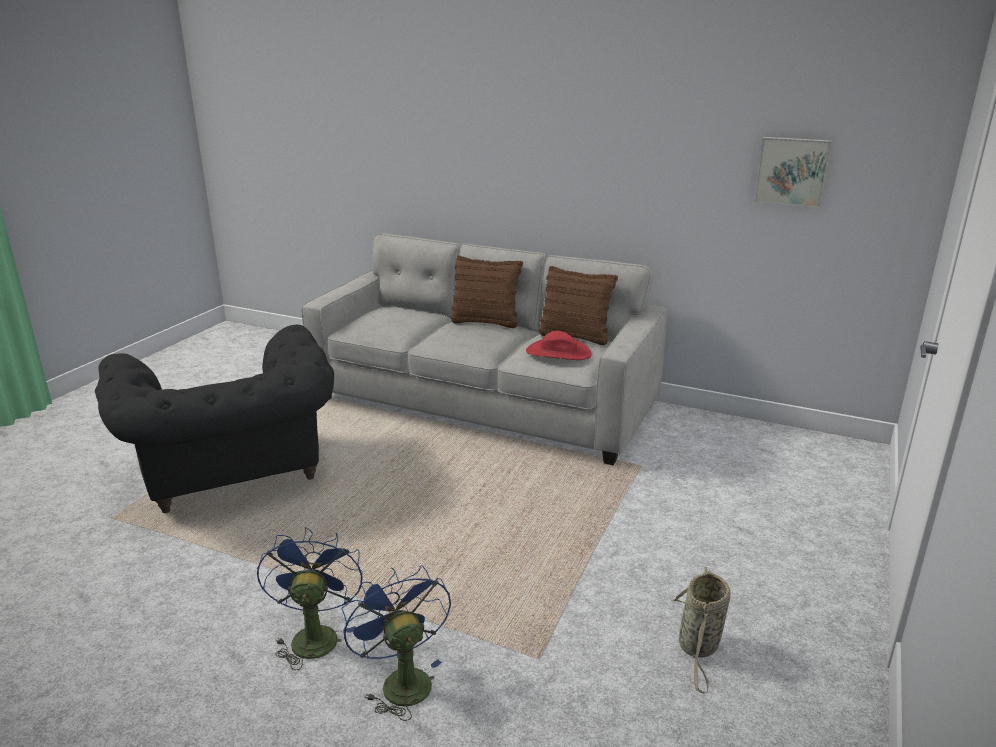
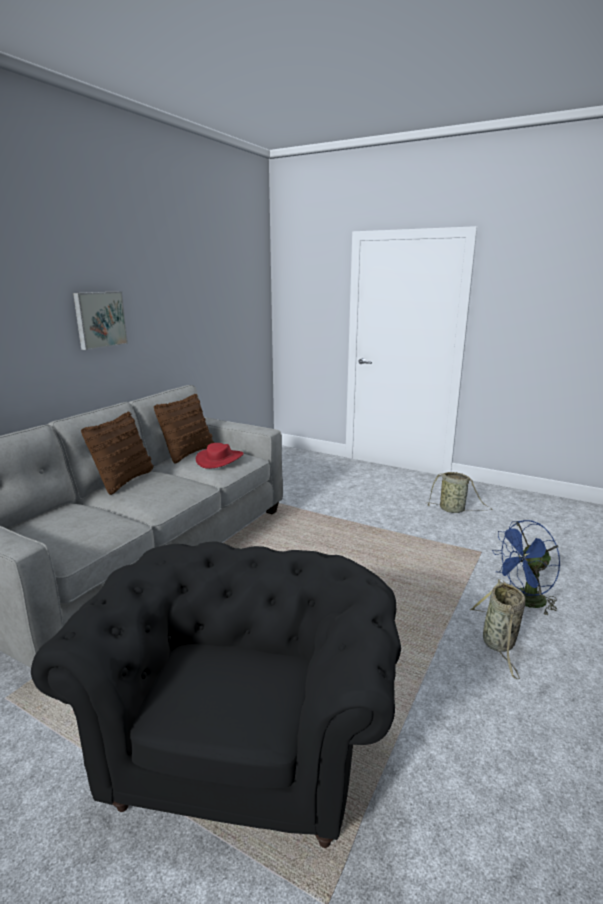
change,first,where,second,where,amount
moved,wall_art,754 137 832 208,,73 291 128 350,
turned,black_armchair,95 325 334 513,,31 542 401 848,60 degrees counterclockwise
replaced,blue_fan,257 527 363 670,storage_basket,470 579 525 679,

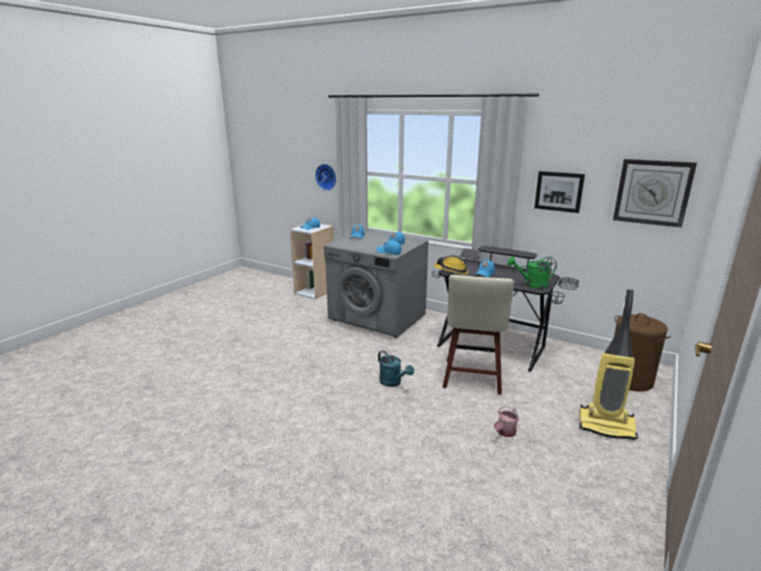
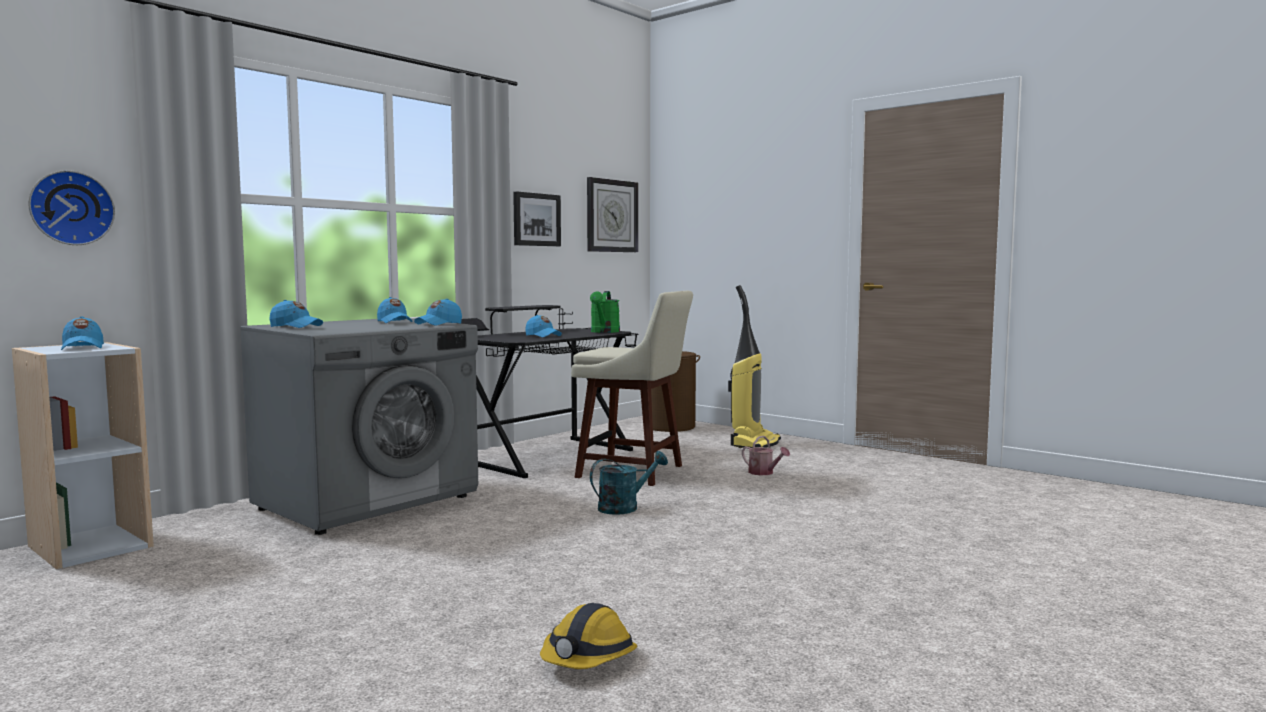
change,first,where,second,where,amount
moved,work_helmet,434 255 468 275,,540 603 637 669,

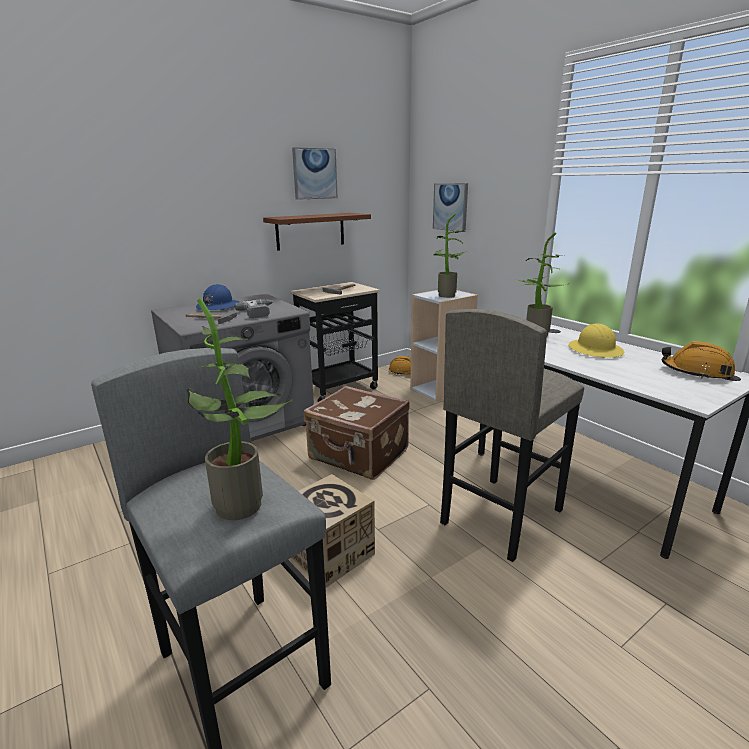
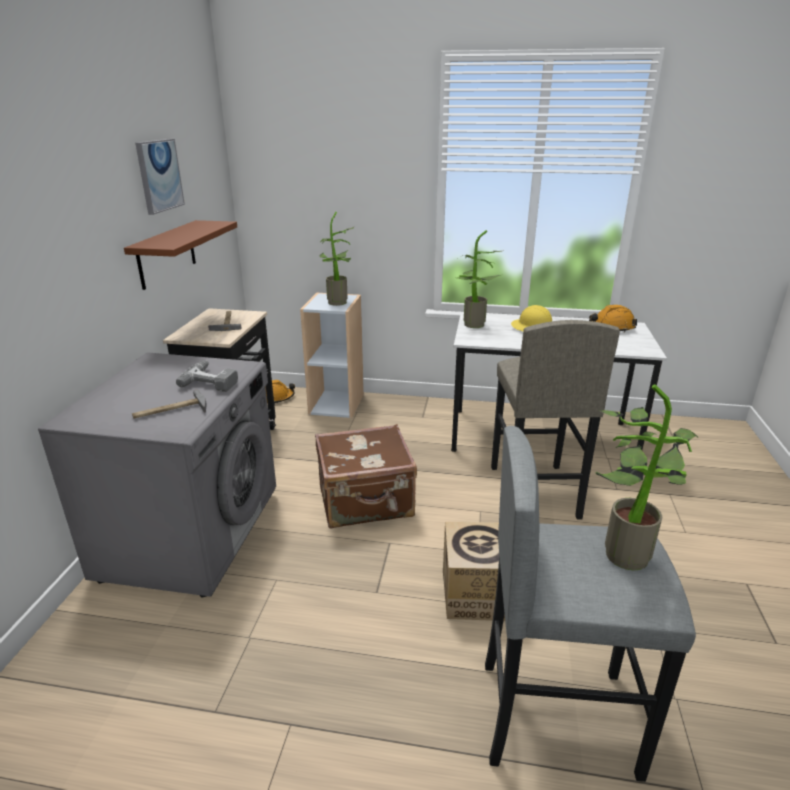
change,first,where,second,where,amount
removed,wall_art,433 183 468 232,,,
removed,blue_work_helmet,196 284 239 310,,,

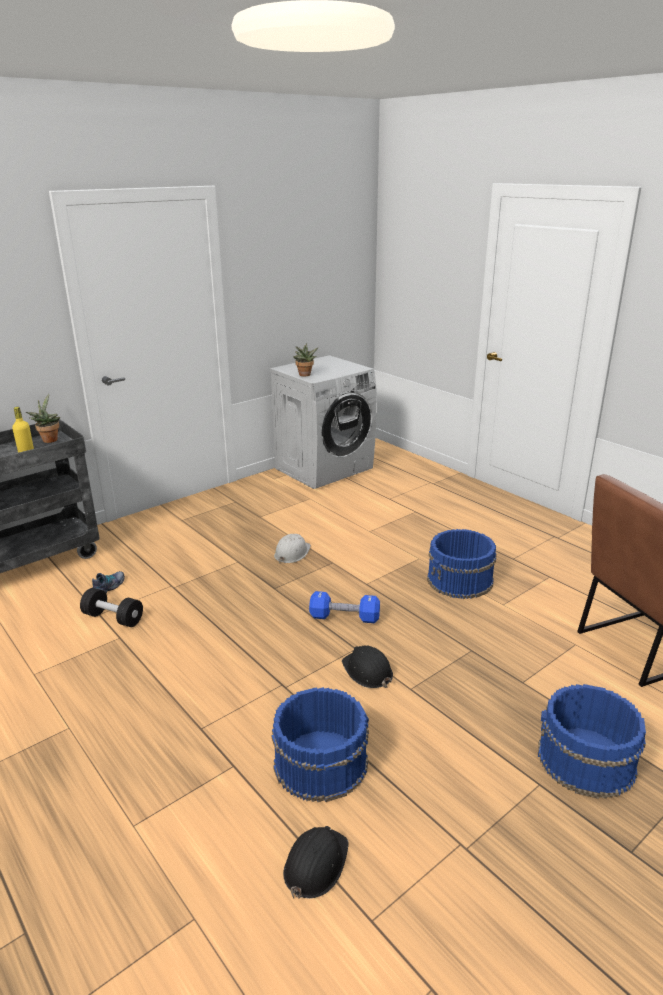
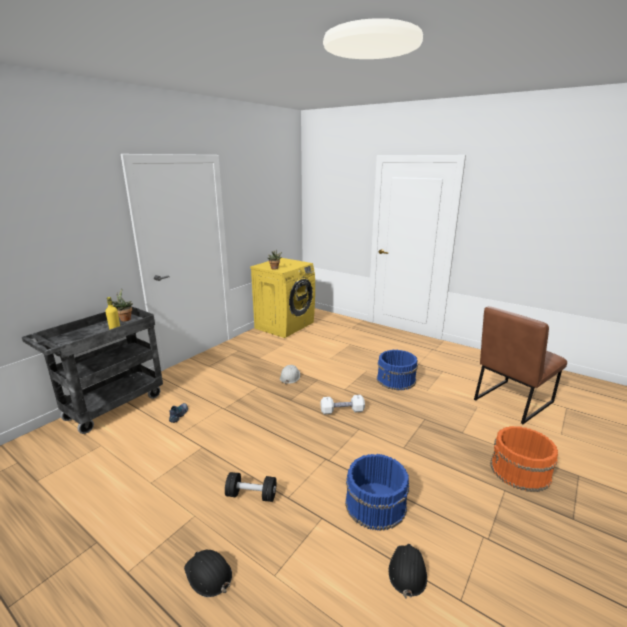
change,first,where,second,where,amount
recoloured,whitish_laundry_machine,270 355 377 489,yellow_laundry_machine,250 258 315 338,
moved,black_dumbbell,80 588 143 627,,225 472 277 502,
recoloured,blue_dumbbell,309 591 380 623,whitish_dumbbell,321 395 365 415,
moved,black_work_helmet,342 646 393 688,,184 549 232 597,
recoloured,blue_water_bucket,538 684 646 799,orangey_water_bucket,490 426 558 492,

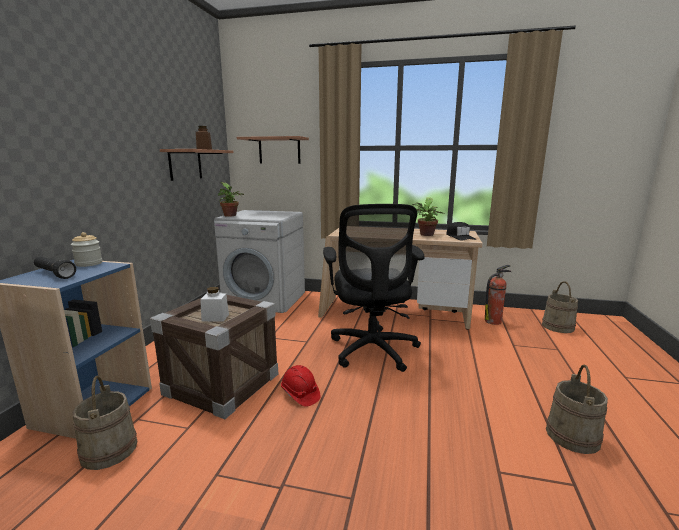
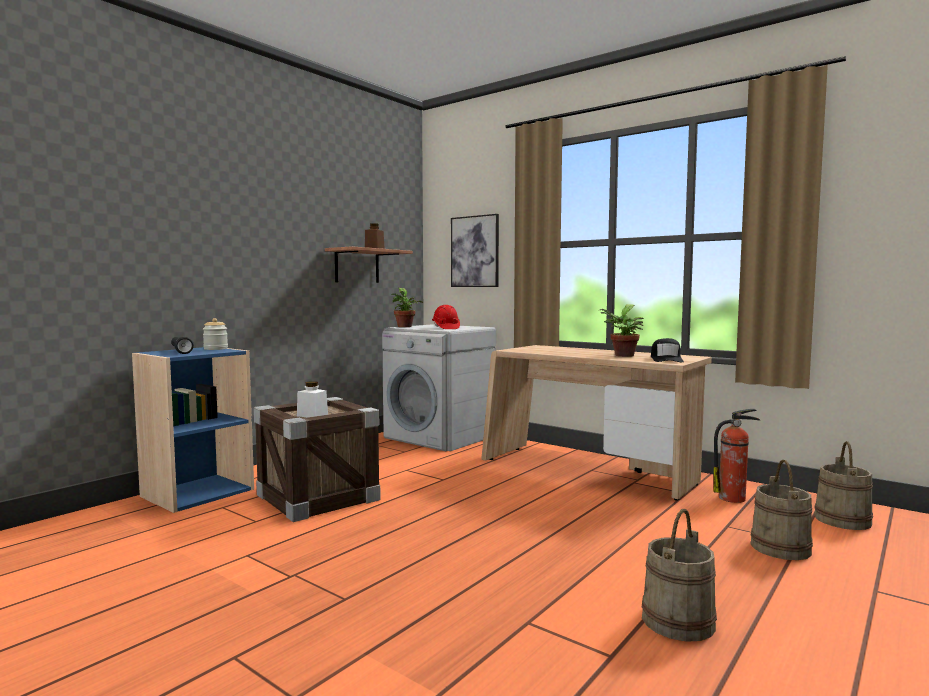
change,first,where,second,where,amount
replaced,bracket_shelf,237 136 309 164,wall_art,451 214 499 287,
removed,black_computer_chair,323 204 424 372,,,
moved,red-coloured_work_helmet,281 365 321 407,,432 305 460 329,
moved,beige_water_bucket,73 376 137 470,,750 460 813 560,

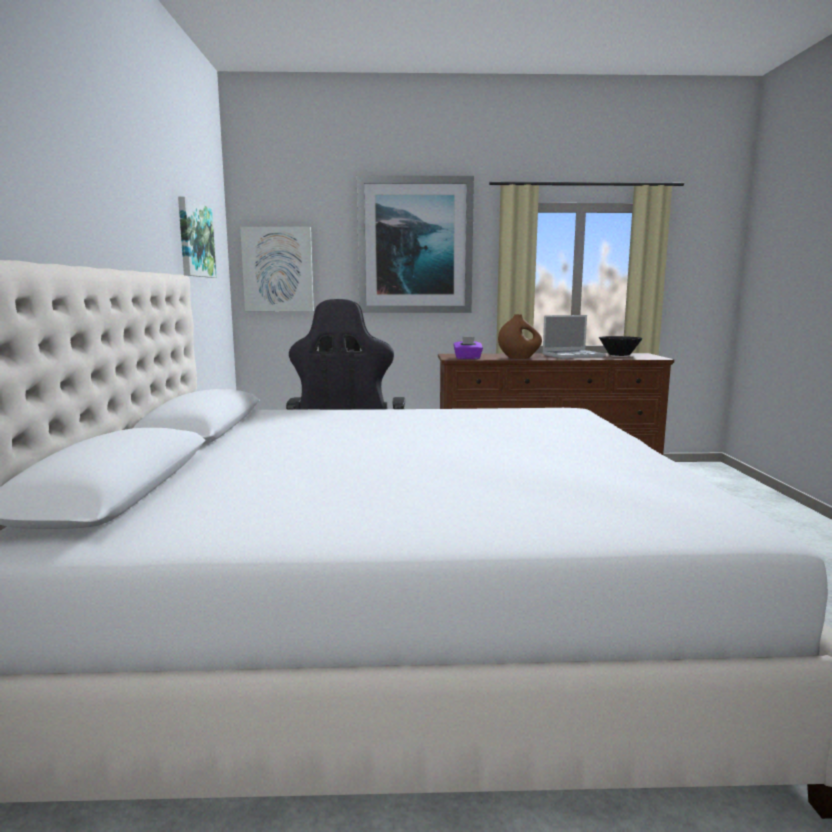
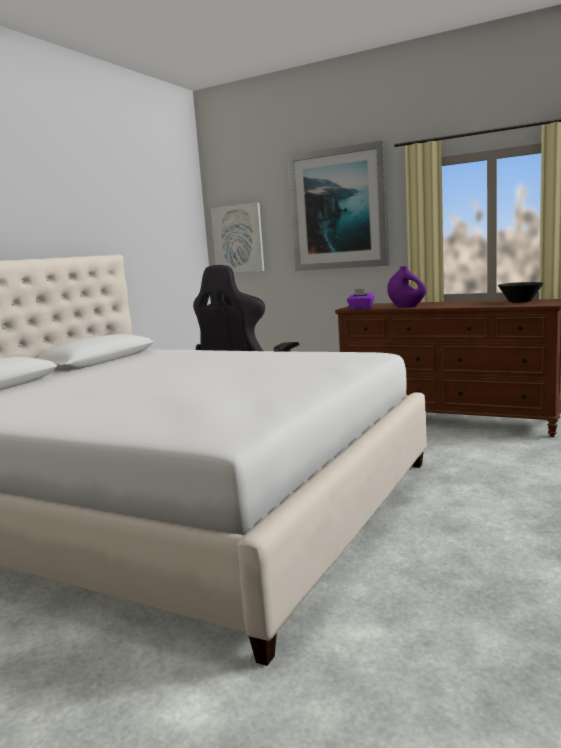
change,first,where,second,where,amount
removed,wall_art,178 197 217 278,,,
recoloured,brownish_decorative_vase,498 314 542 359,purplish_decorative_vase,387 266 426 308,
removed,laptop,542 315 605 359,,,

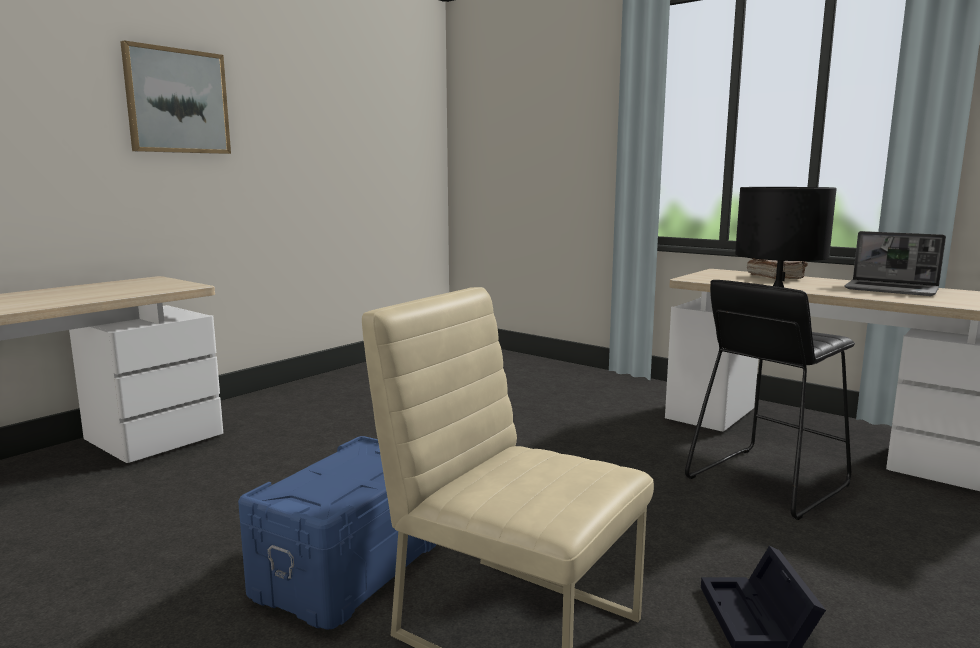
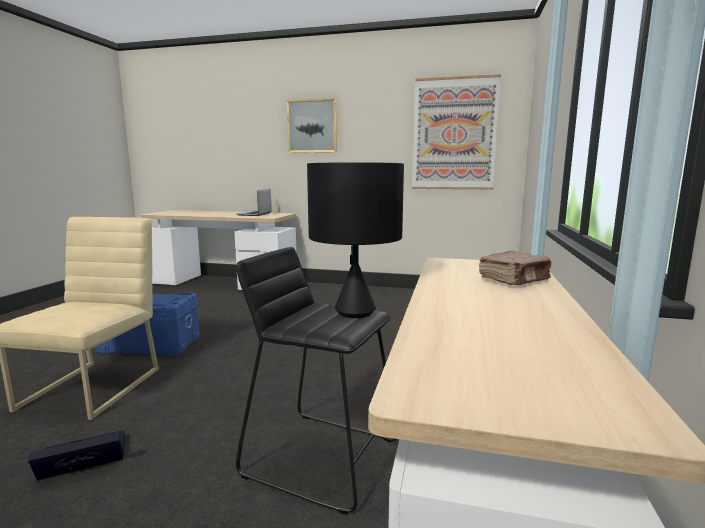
change,first,where,second,where,amount
moved,laptop,844 231 946 296,,237 189 272 216,
added,,,wall_art,412 74 501 190,

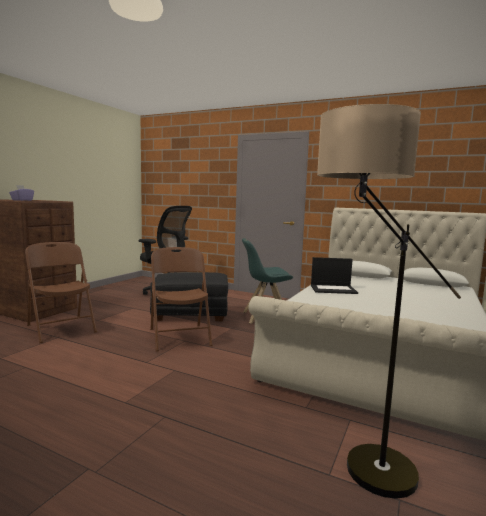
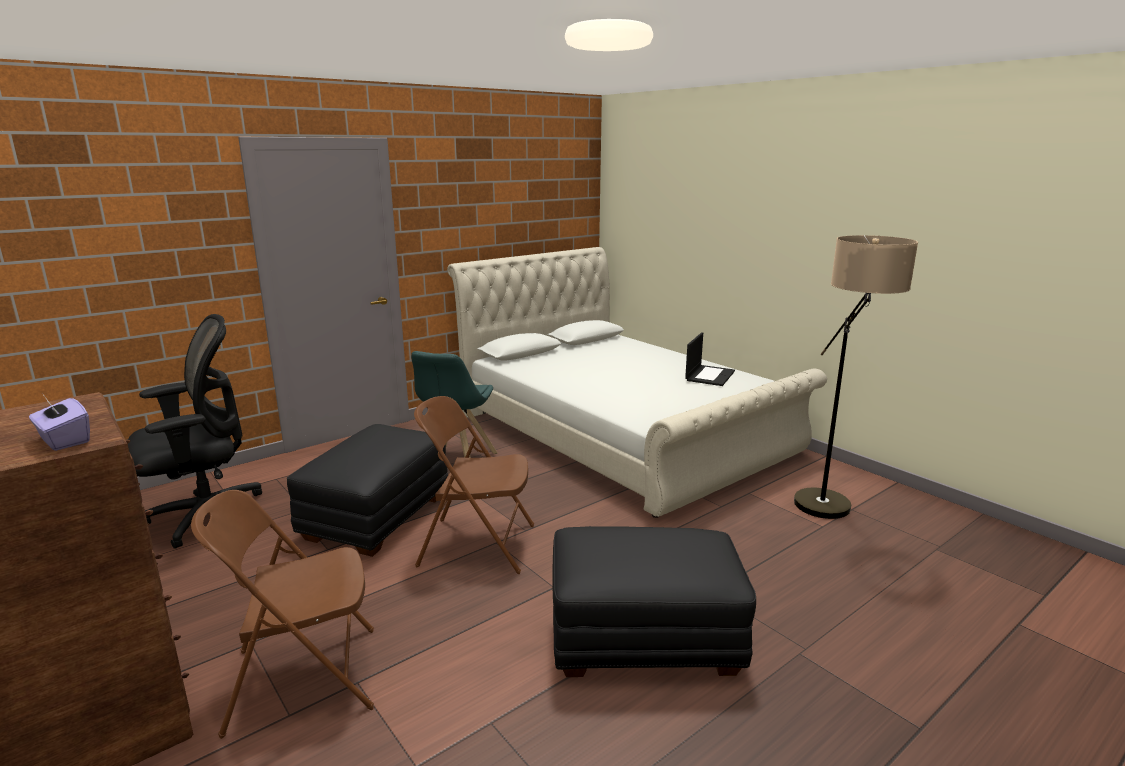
change,first,where,second,where,amount
moved,laptop,311 257 358 294,,685 332 735 386,
added,,,black_ottoman,553 526 756 677,

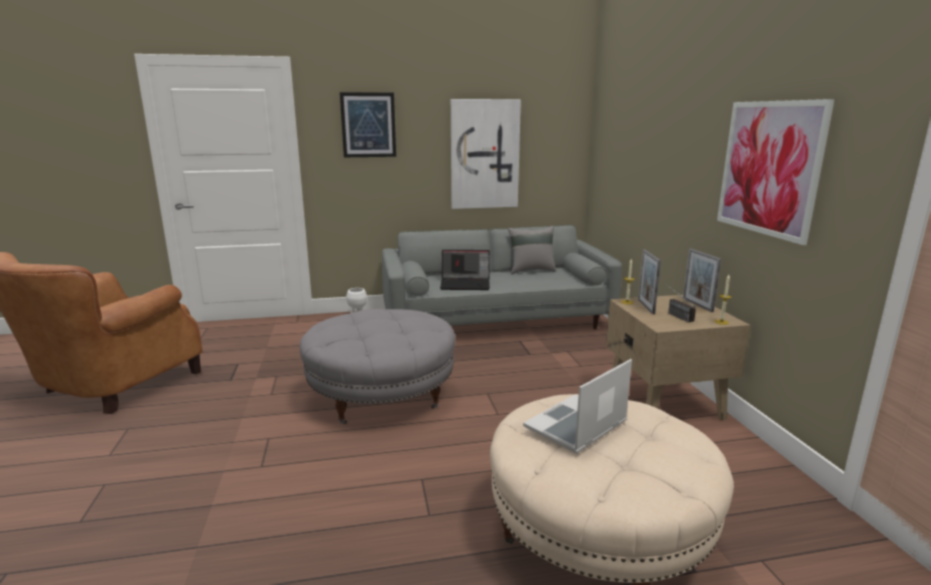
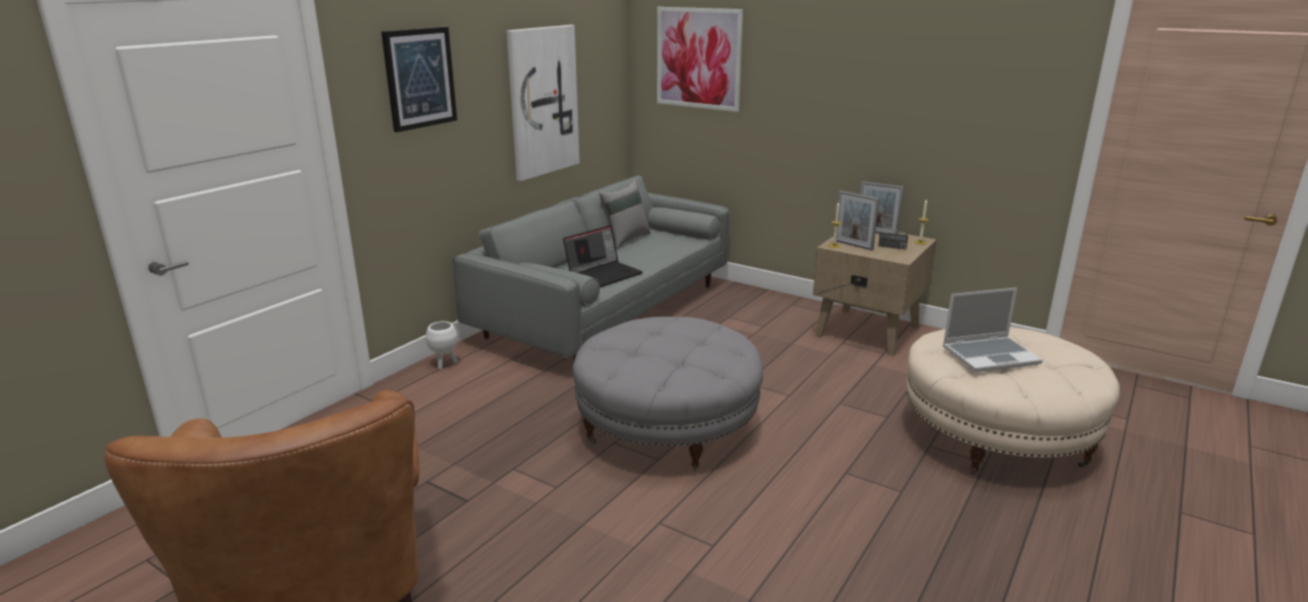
change,first,where,second,where,amount
moved,wall_art,717 99 835 245,,657 7 743 112,
turned,laptop,523 359 632 453,,943 288 1043 372,105 degrees counterclockwise

